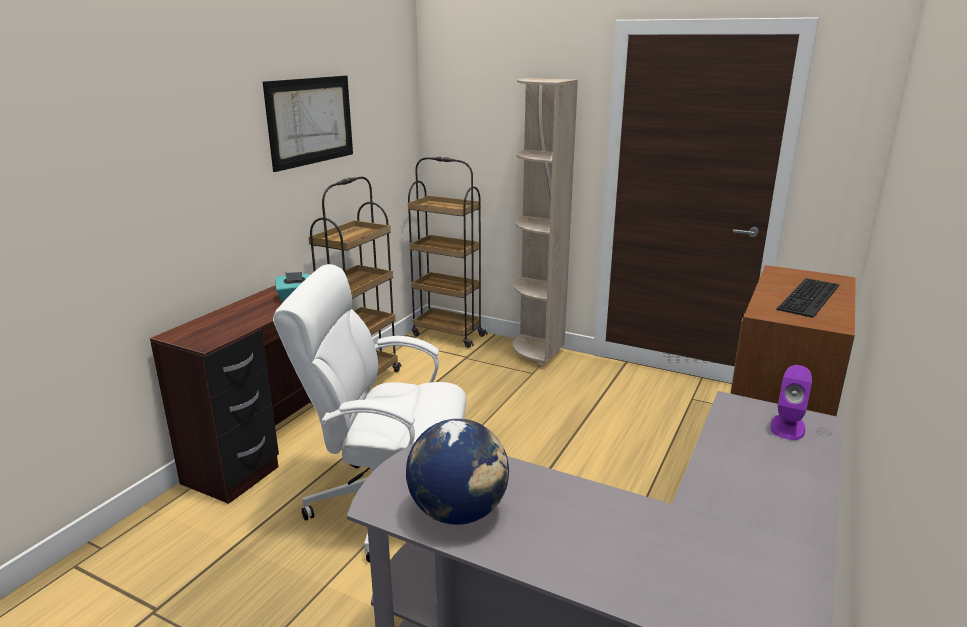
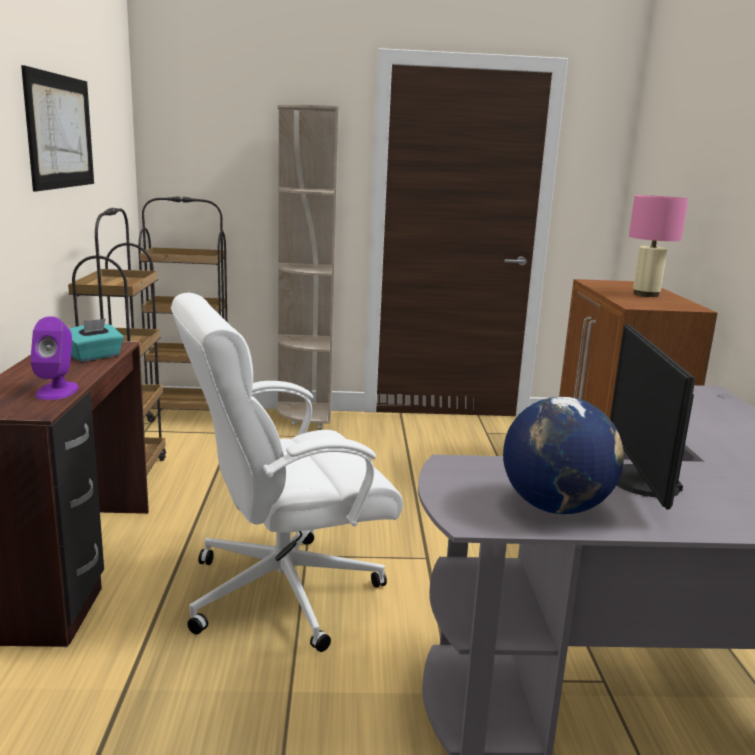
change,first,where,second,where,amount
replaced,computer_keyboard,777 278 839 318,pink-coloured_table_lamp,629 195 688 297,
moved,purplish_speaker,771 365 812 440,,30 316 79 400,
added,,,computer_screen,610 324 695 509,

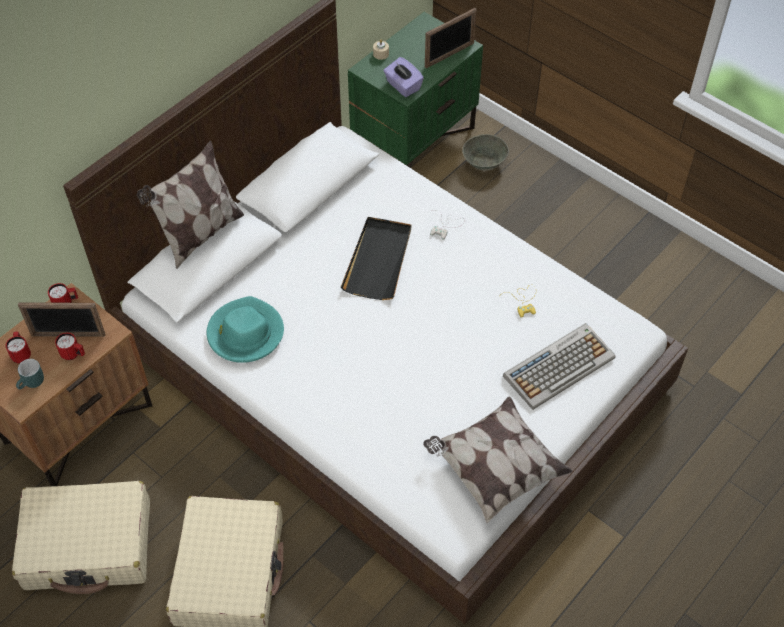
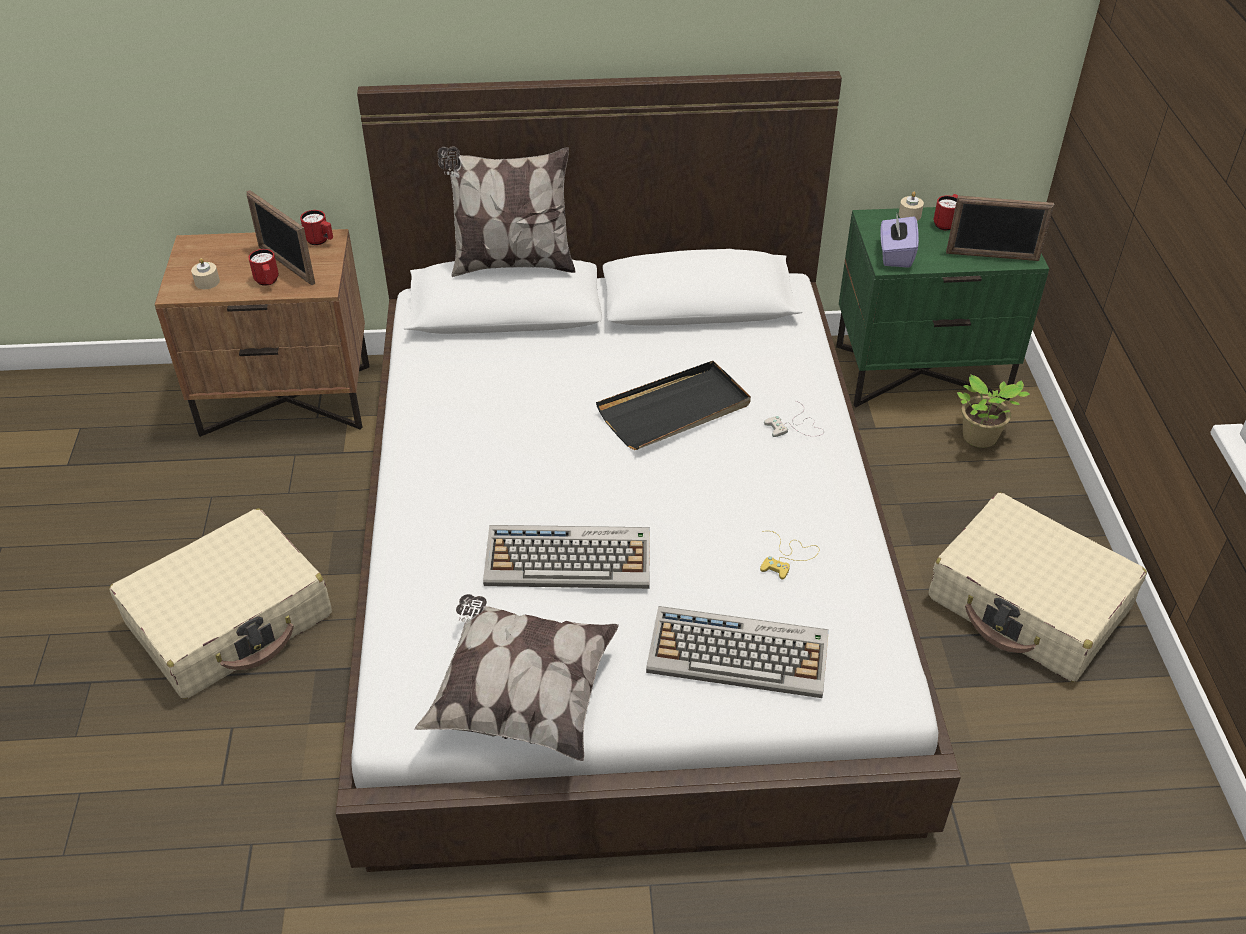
change,first,where,second,where,amount
replaced,grey_bowl,462 134 509 171,potted_plant,957 375 1030 448,
removed,blue-green_clothing_hat,207 296 284 363,,,
moved,red-coloured_mug,6 332 31 364,,933 194 959 230,
replaced,blue-green_mug,16 359 44 389,beige_candle,191 258 220 289,
moved,beige_suitcase,12 481 150 594,,928 493 1147 682,
added,,,computer_keyboard,483 525 650 589,

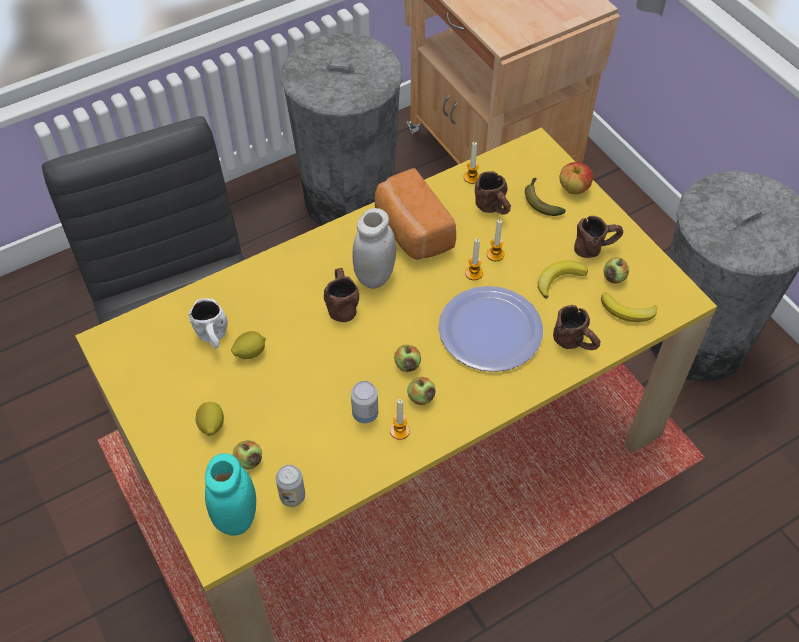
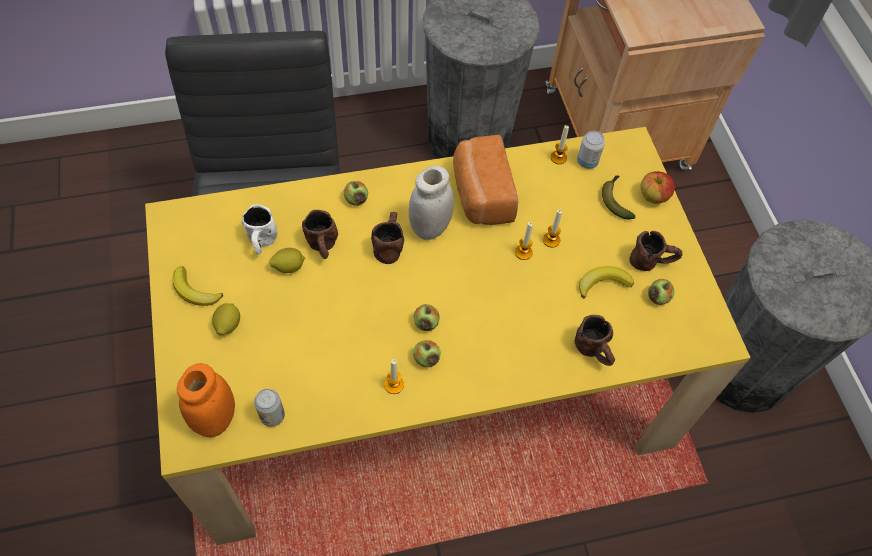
change,first,where,second,where,amount
moved,brownish_mug,475 171 511 214,,302 210 338 259,
removed,flat_dish,439 286 543 372,,,
moved,banana_fruit,601 292 657 322,,173 266 223 306,
moved,metal_can,351 381 378 423,,577 131 605 169,
moved,whole_apple,233 440 262 469,,344 181 368 206,
recoloured,blue-green_preserve_jar,205 453 256 535,orangey_preserve_jar,177 363 235 437,

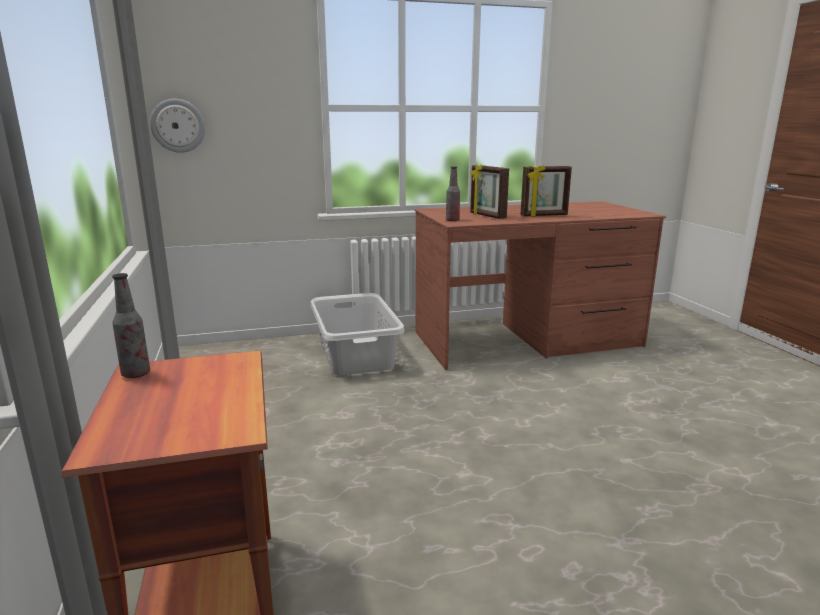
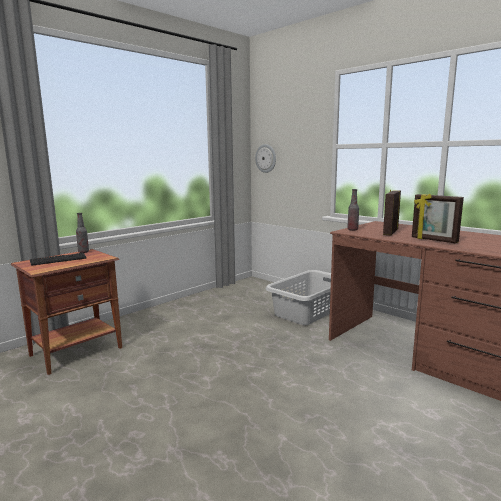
change,first,where,second,where,amount
added,,,computer_keyboard,30 253 87 266,

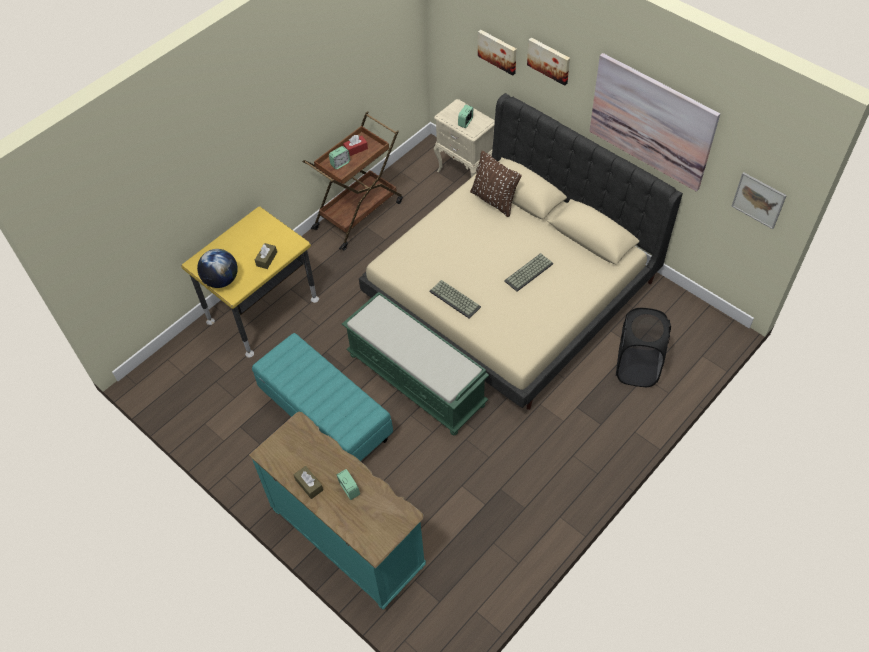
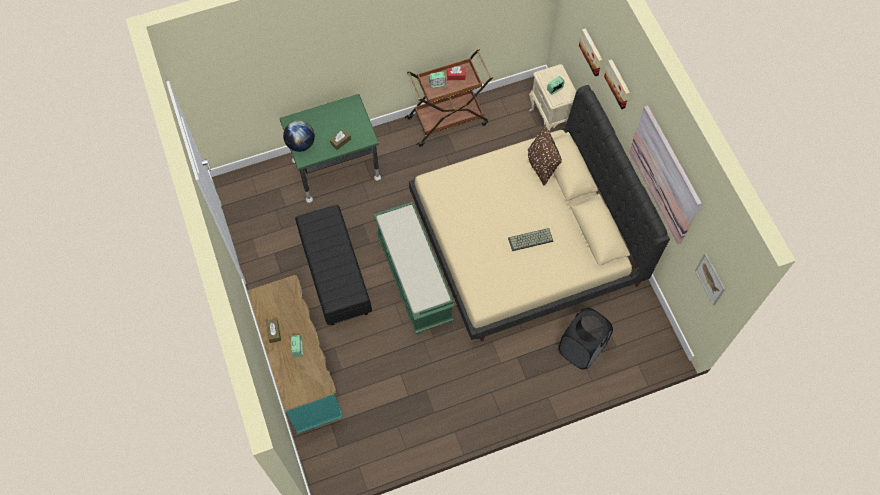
change,first,where,second,where,amount
recoloured,yellow_desk,181 206 319 357,greenish_desk,280 94 381 203,
removed,computer_keyboard,429 280 481 319,,,
recoloured,blue-green_ottoman,252 333 393 461,black_ottoman,295 205 372 325,

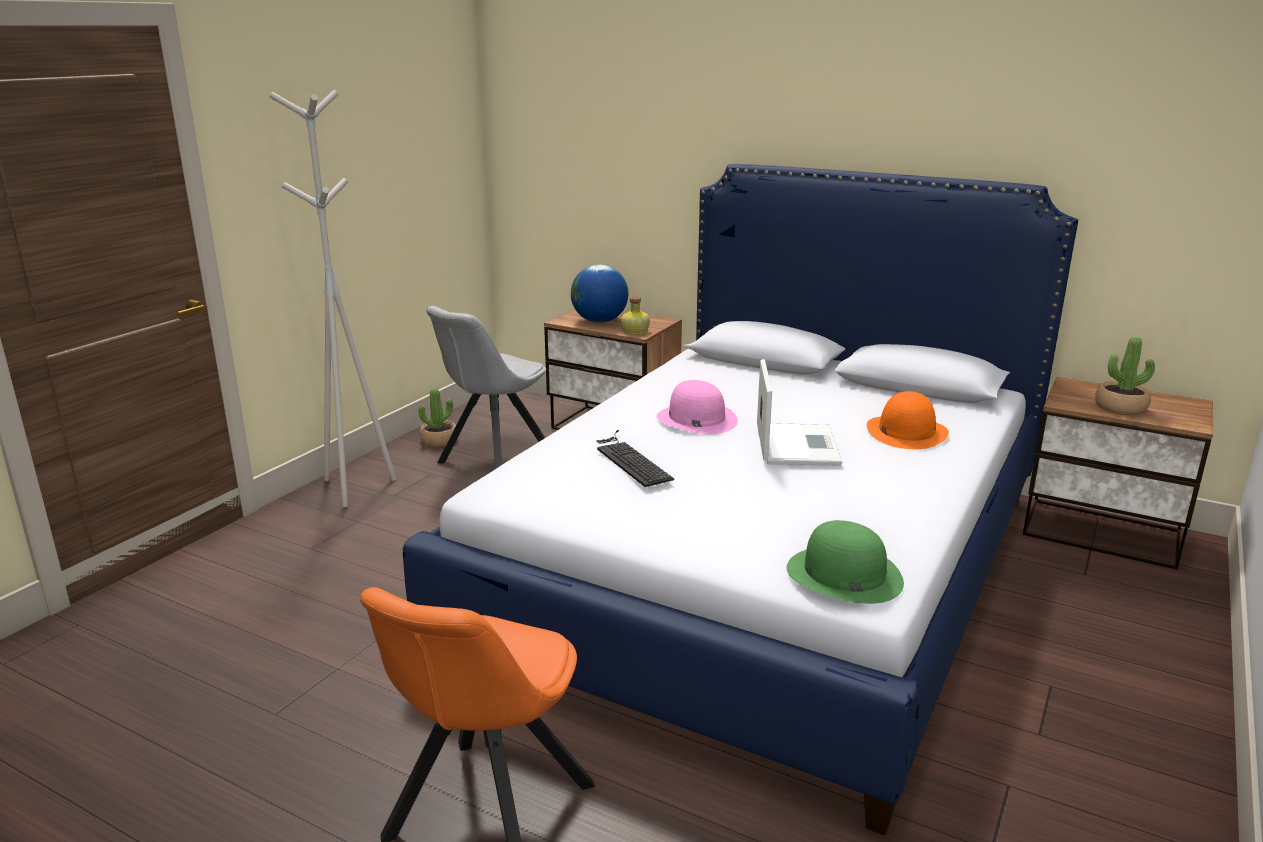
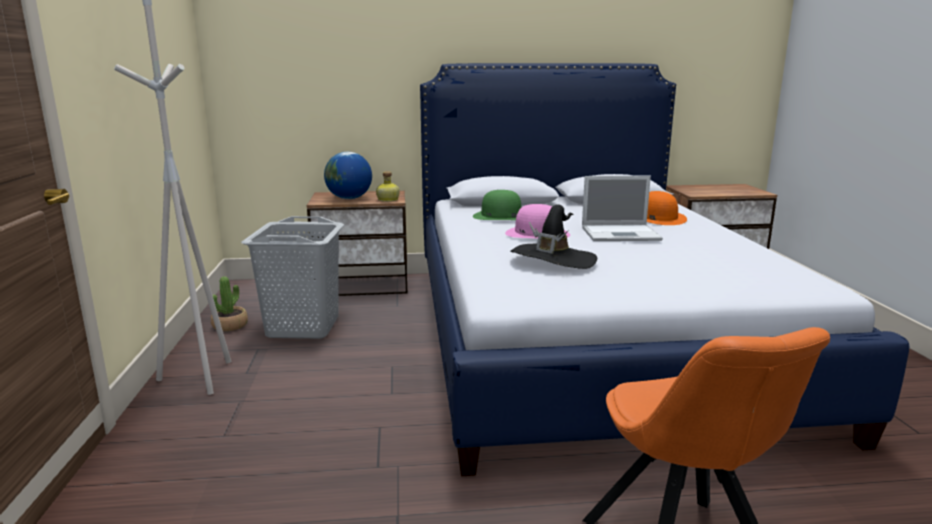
change,first,where,second,where,amount
replaced,grey_plain_chair,426 306 546 469,grey_laundry_basket,241 216 344 339,
removed,potted_plant,1095 336 1155 415,,,
turned,laptop,757 359 842 466,,582 176 663 241,120 degrees clockwise
replaced,computer_keyboard,596 430 674 487,black_clothing_hat,510 204 597 269,
moved,greenish_clothing_hat,787 520 904 604,,473 190 521 220,

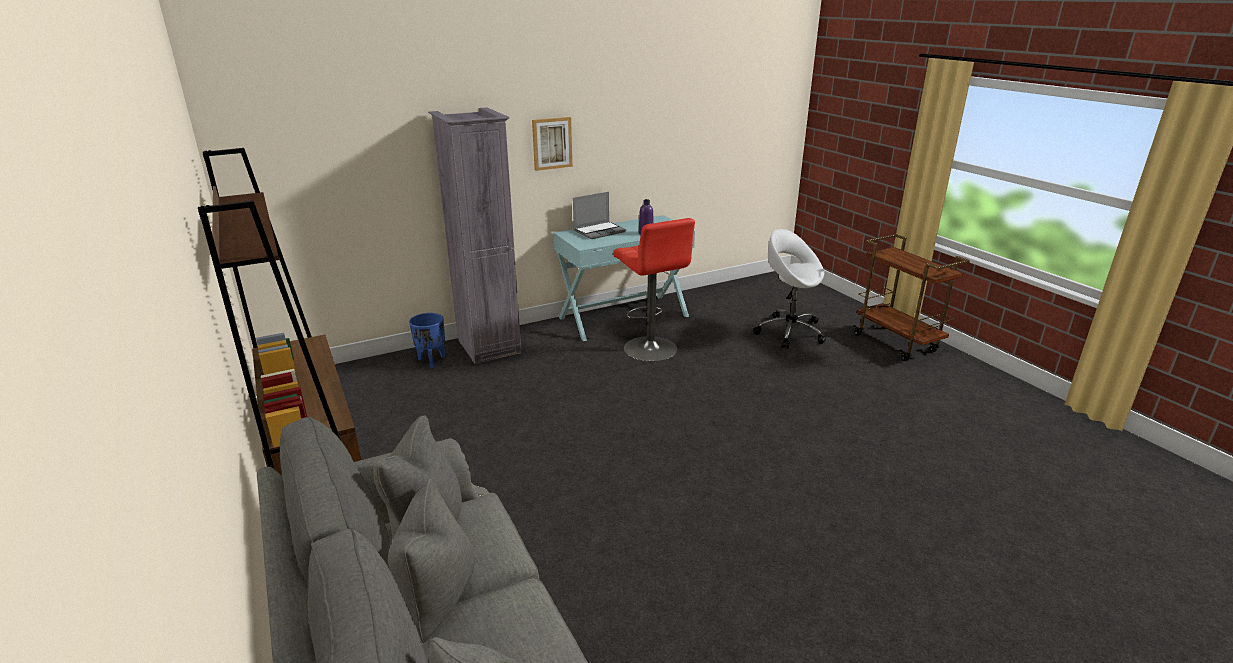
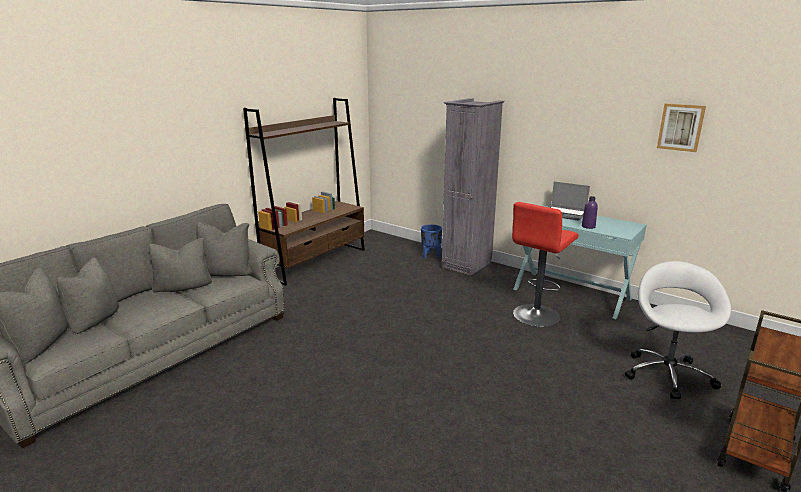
change,first,where,second,where,amount
moved,wall_art,532 117 572 171,,657 103 706 152,

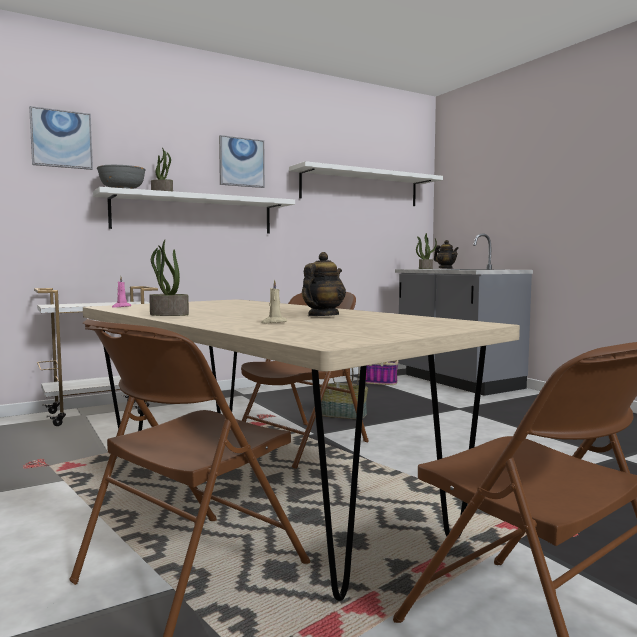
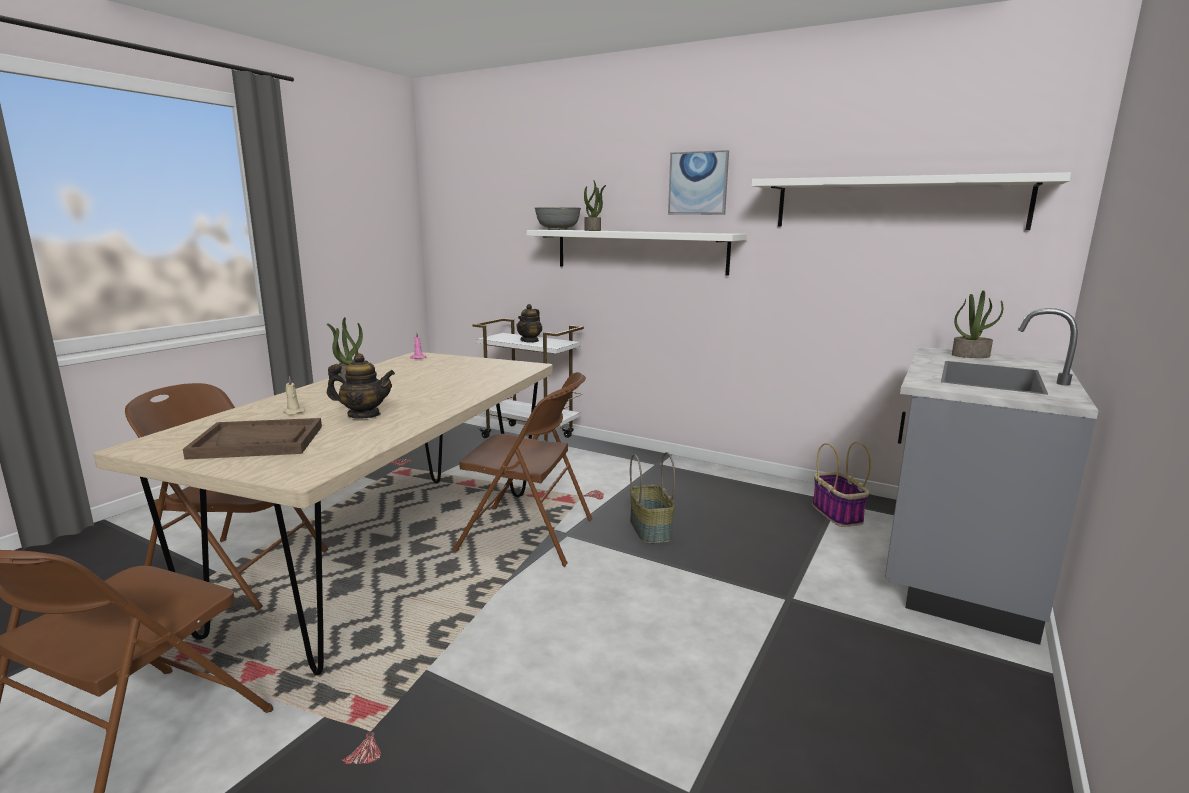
change,first,where,second,where,amount
removed,wall_art,29 106 93 170,,,
moved,pot_for_tea,434 240 459 269,,516 304 542 343,
added,,,brownish_carrying_tray,183 418 322 460,

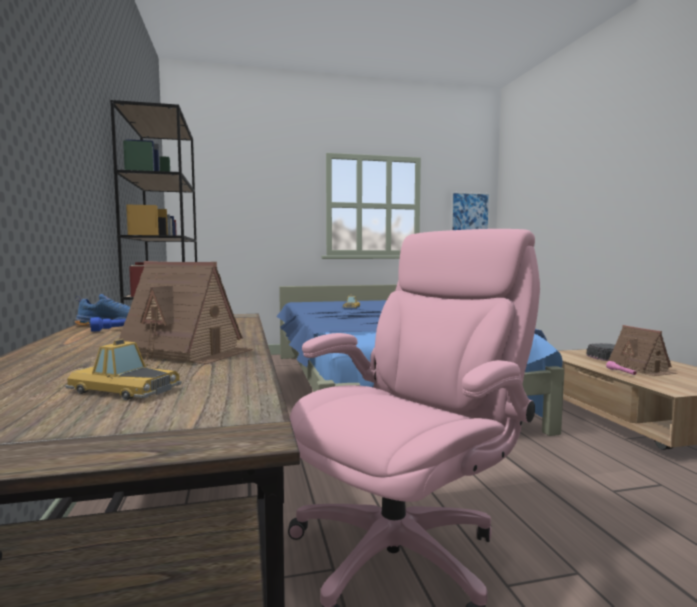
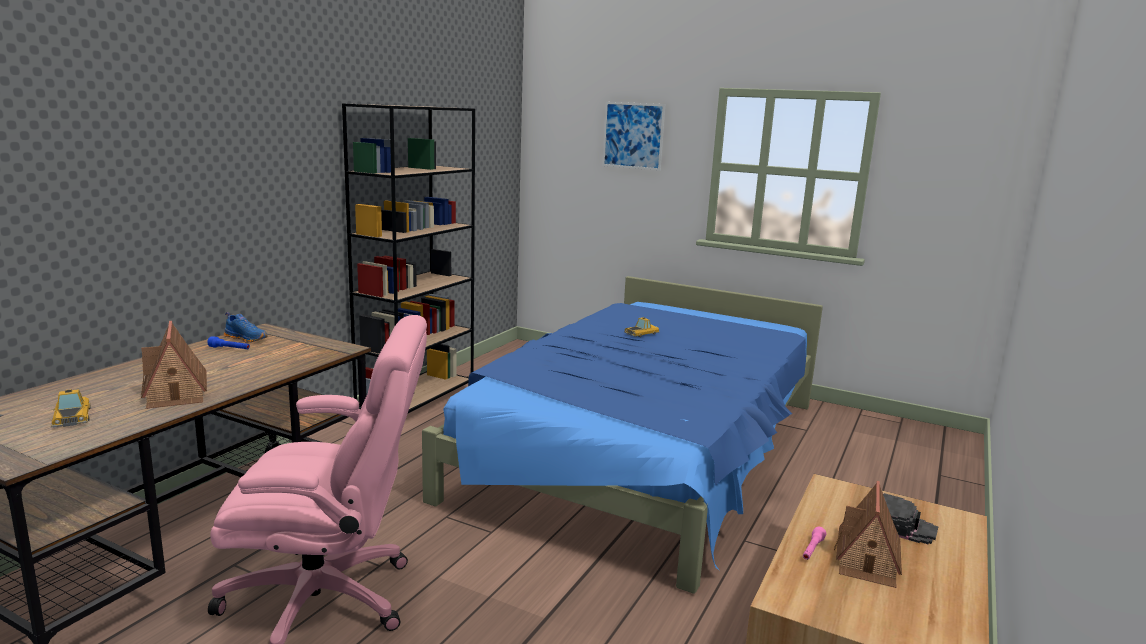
change,first,where,second,where,amount
moved,wall_art,451 192 490 230,,602 102 665 171,

